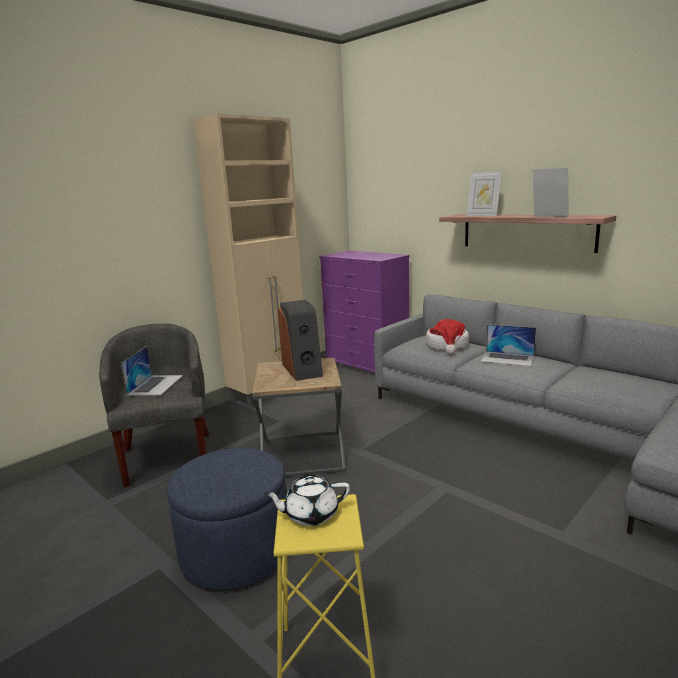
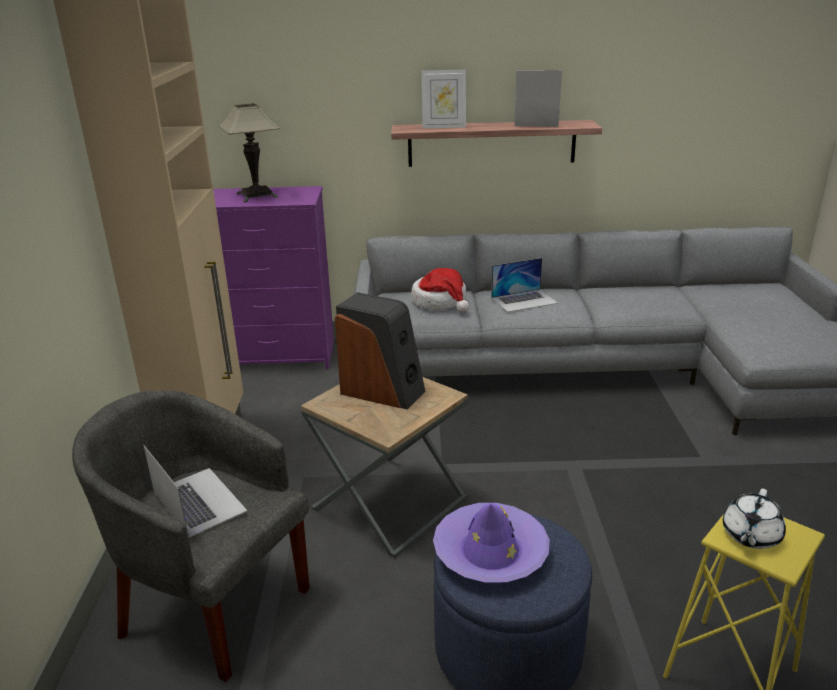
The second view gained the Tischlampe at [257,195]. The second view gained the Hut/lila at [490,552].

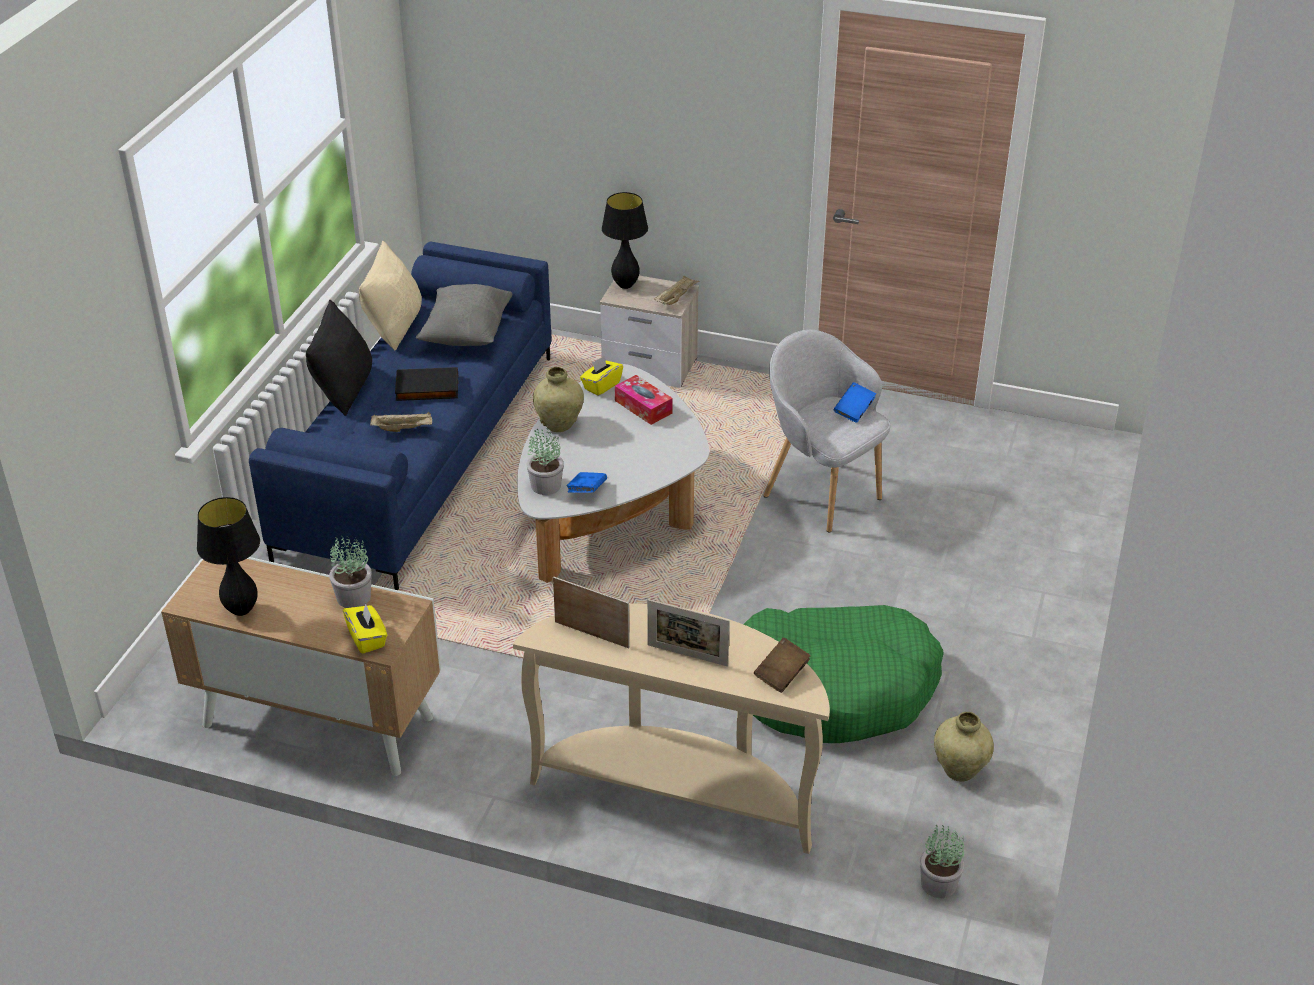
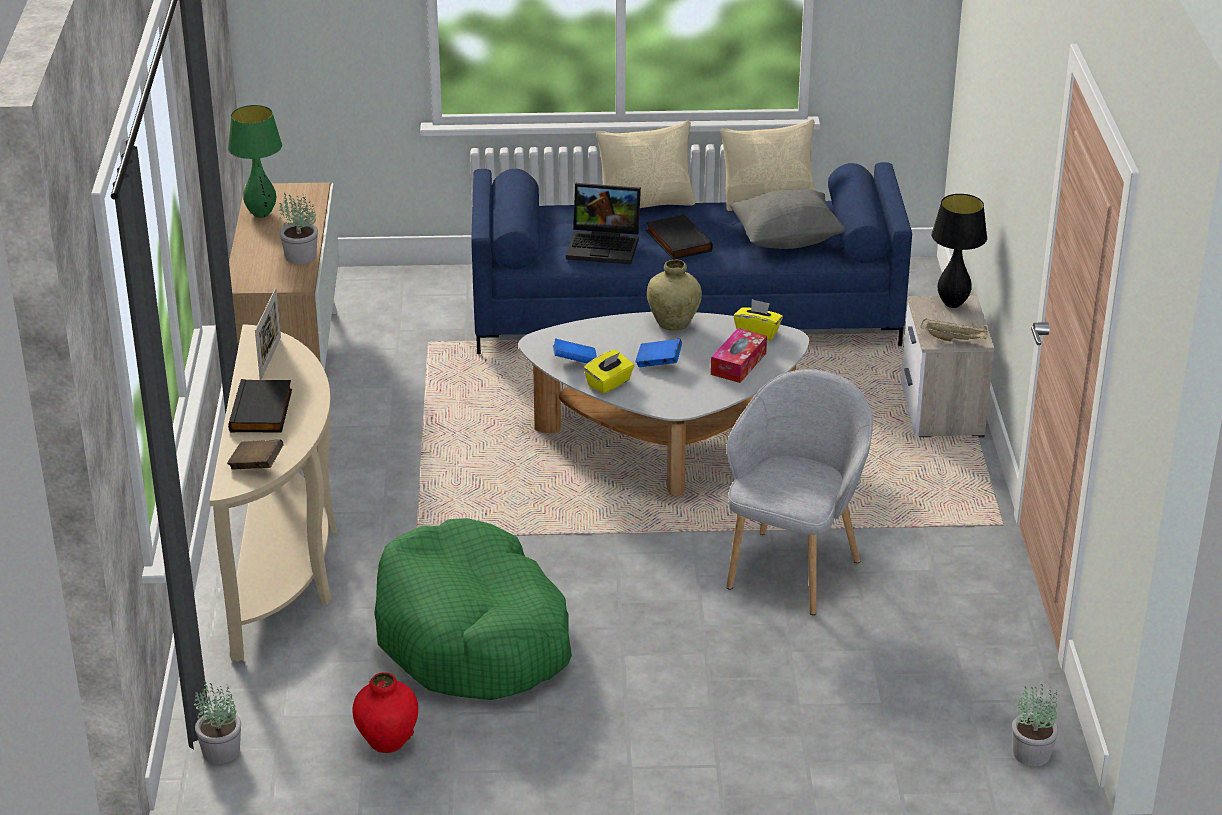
What was the Tischlampe/schwarz at [241,610] turned into the Tischlampe/grün at [261,214]. What was the Kissen/schwarz at [344,389] turned into the Kissen/beige at [647,203]. The Taschentuchbox/gelb ended up elsewhere, having gone from [367,638] to [609,383]. Where the Tablett/beige stood at [403,428], the Laptop came to stand at [605,245]. The Topfpflanze ended up elsewhere, having gone from [545,485] to [1032,753]. Where the Bilderrahmen stood at [687,655], the Buch/schwarz came to stand at [263,411]. The Buch/blau ended up elsewhere, having gone from [854,411] to [658,363]. What was the Vase/beige at [959,770] turned into the Vase/rot at [387,742].

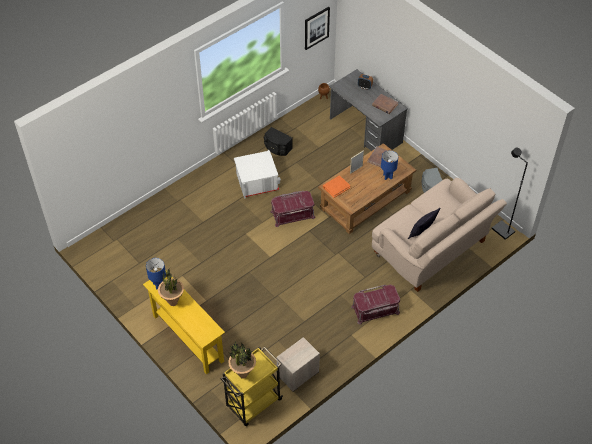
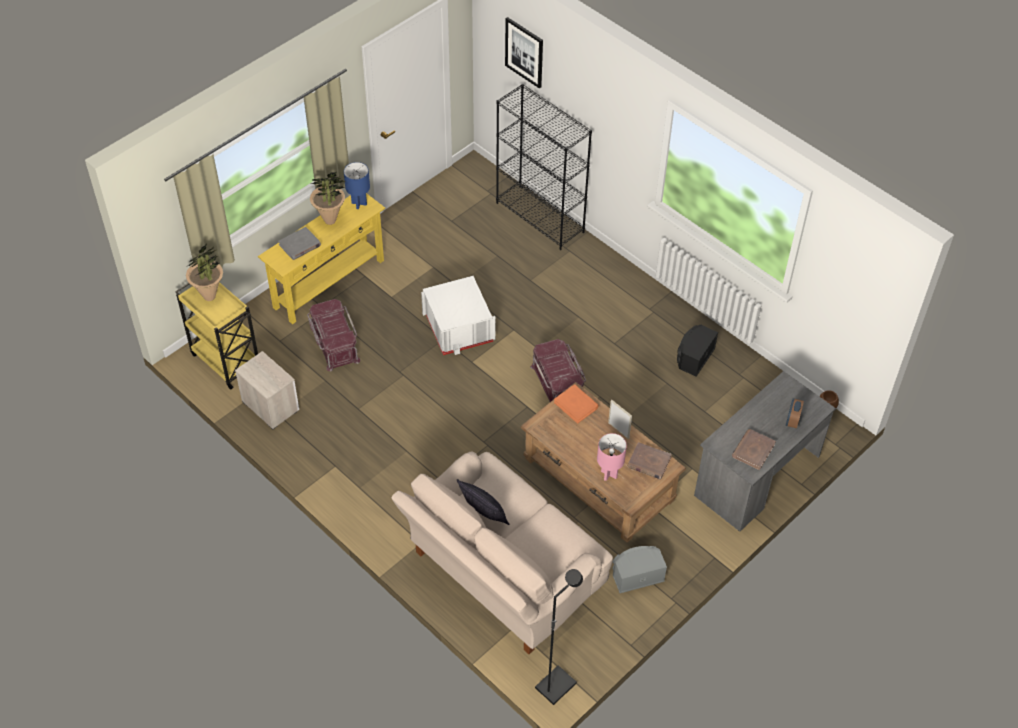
The Aufbewahrungsbox/weiß ended up elsewhere, having gone from [256,182] to [459,328]. The Bild ended up elsewhere, having gone from [316,28] to [524,52]. The Aufbewahrungsbox/rot ended up elsewhere, having gone from [375,310] to [334,344]. What was the Tischlampe/blau at [387,176] turned into the Tischlampe/rosa at [609,474]. The second view gained the Buch/grau at [300,245]. The second view gained the Bücherregal/schwarz at [540,217].

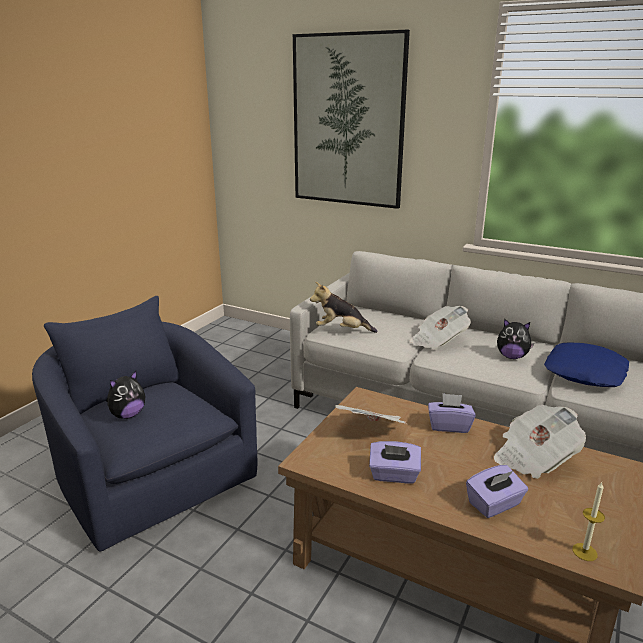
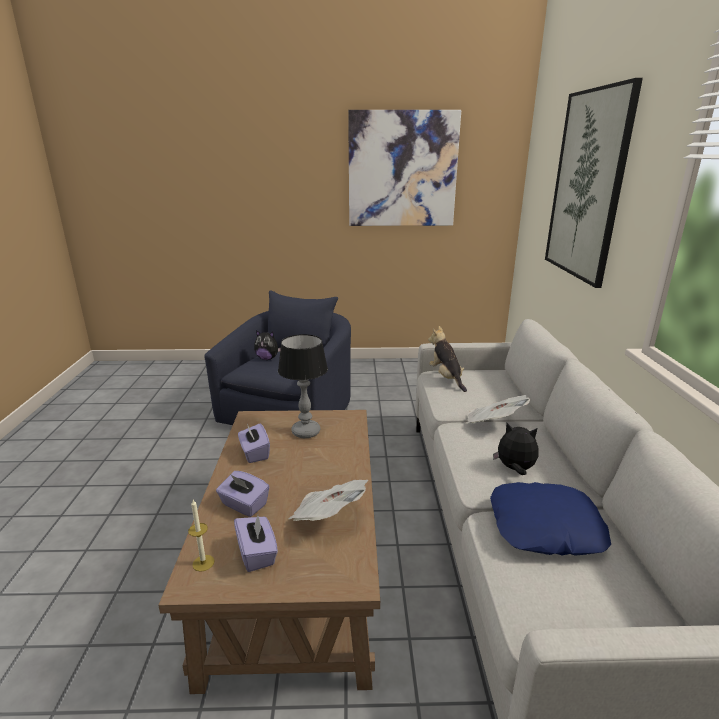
Where the Zeitung stood at [373,431], the Tischlampe came to stand at [306,432]. The Taschentuchbox/lila ended up elsewhere, having gone from [449,426] to [257,554]. The Plüschtier at [512,356] ended up facing another way, 120 degrees clockwise from before. The second view gained the Bild at [402,170].

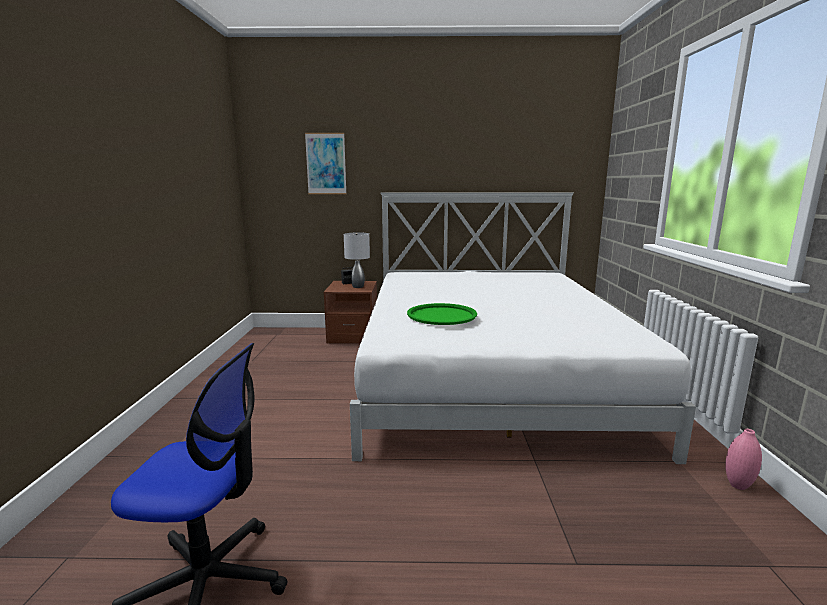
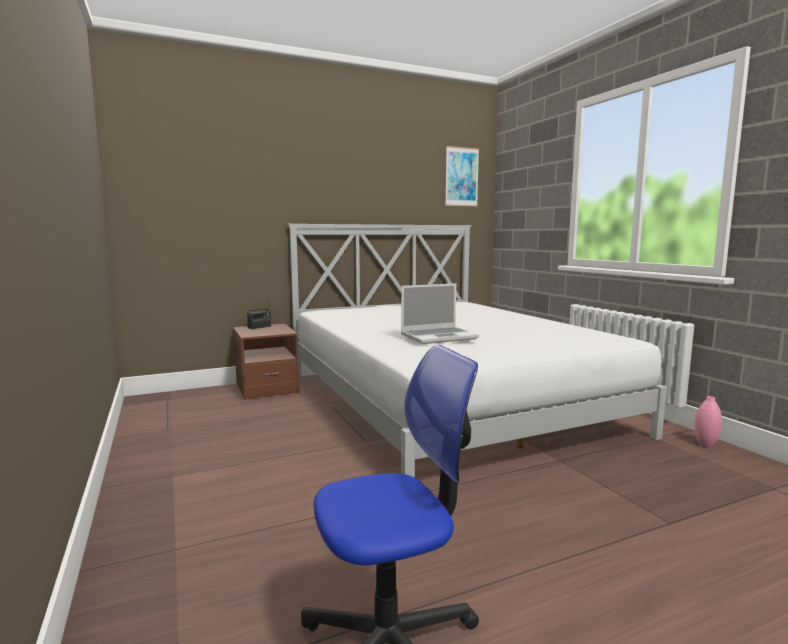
The Bild ended up elsewhere, having gone from [326,164] to [461,177]. The second view lost the Tischlampe/grau at [358,286]. Where the Tablett/grün stood at [441,315], the Laptop came to stand at [439,337].

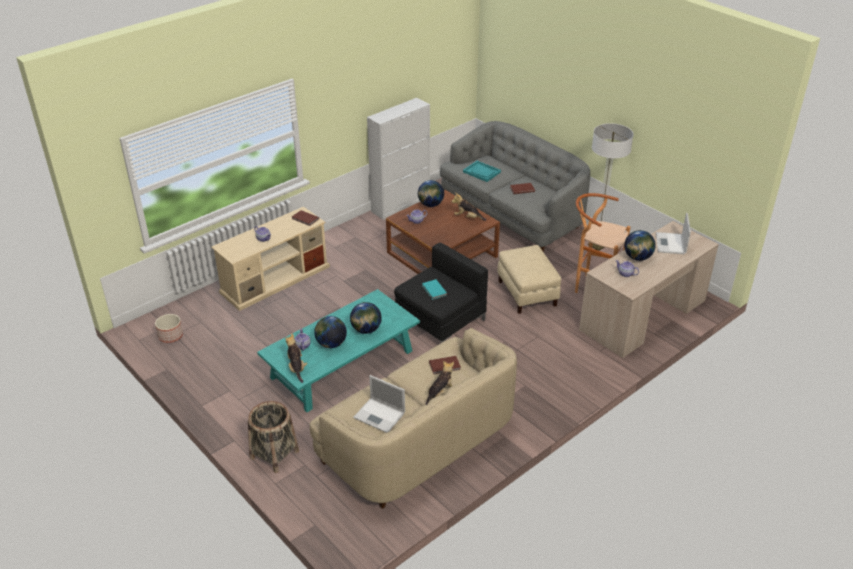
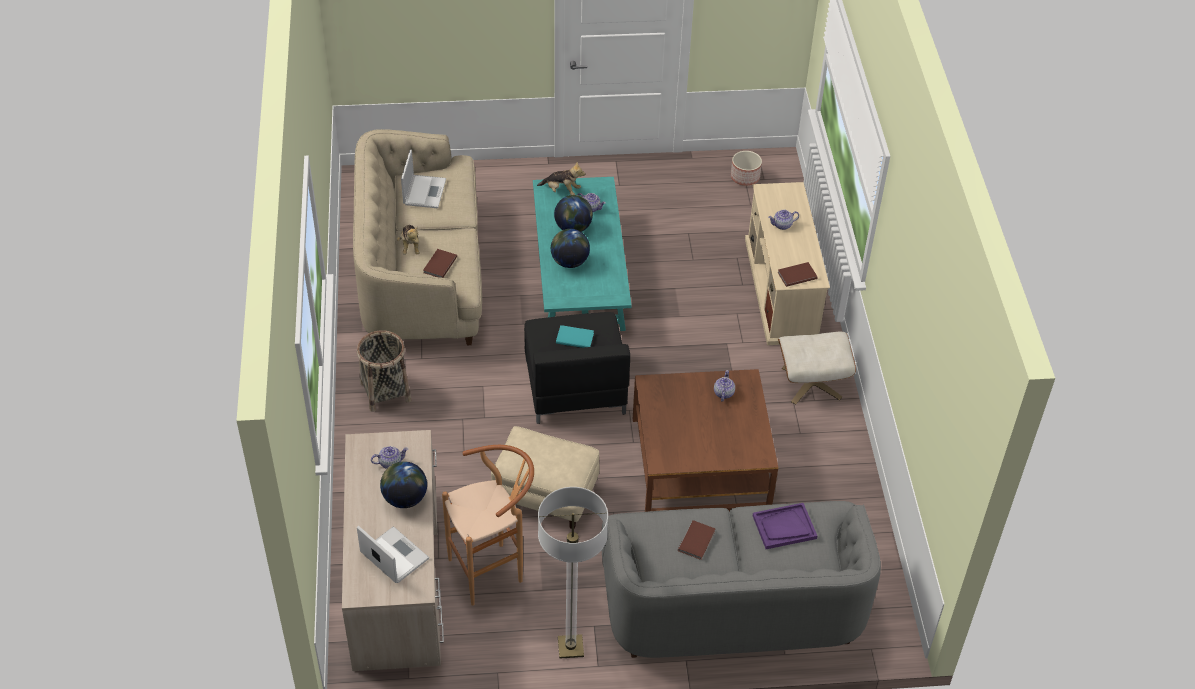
The Korb ended up elsewhere, having gone from [274,454] to [385,391]. The Laptop at [380,415] ended up facing another way, 120 degrees clockwise from before. The second view lost the Schrank/weiß at [401,204]. The second view lost the Globus at [430,204]. The second view lost the Plüschtier at [467,217]. What was the Tablett/türkis at [482,172] turned into the Tablett/lila at [784,527]. The second view gained the Polsterhocker/beige at [811,382].

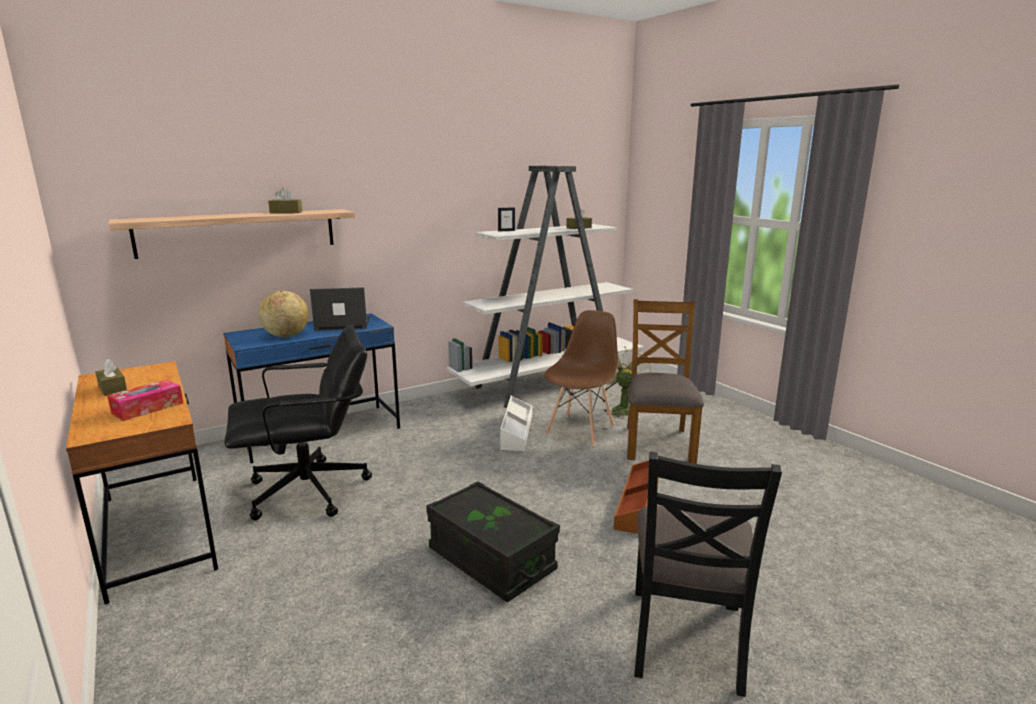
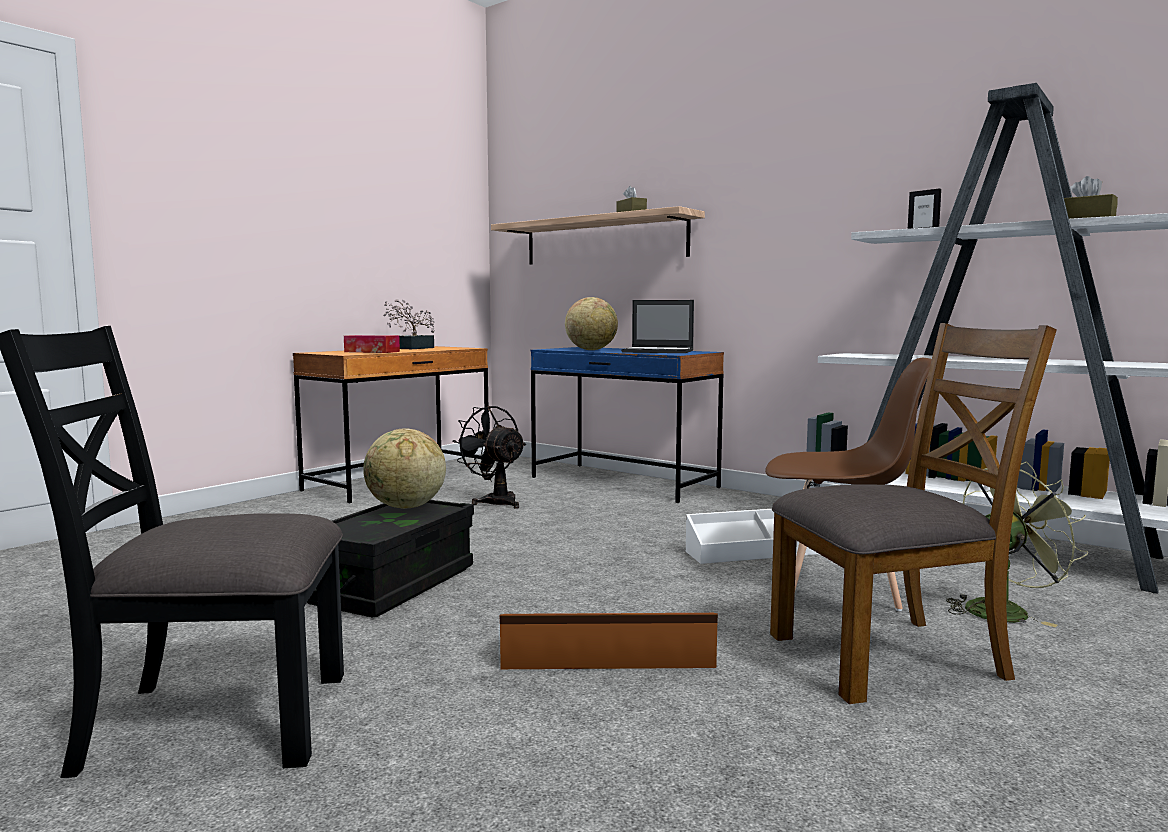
Where the Taschentuchbox/braun stood at [112,388], the Topfpflanze came to stand at [410,348]. Where the Bürostuhl/schwarz stood at [310,491], the Ventilator/schwarz came to stand at [495,501]. The Laptop at [342,324] ended up facing another way, 135 degrees clockwise from before. The second view gained the Globus at [406,507].

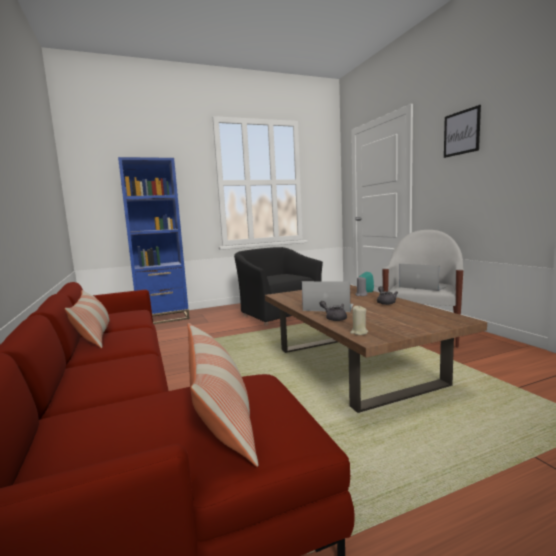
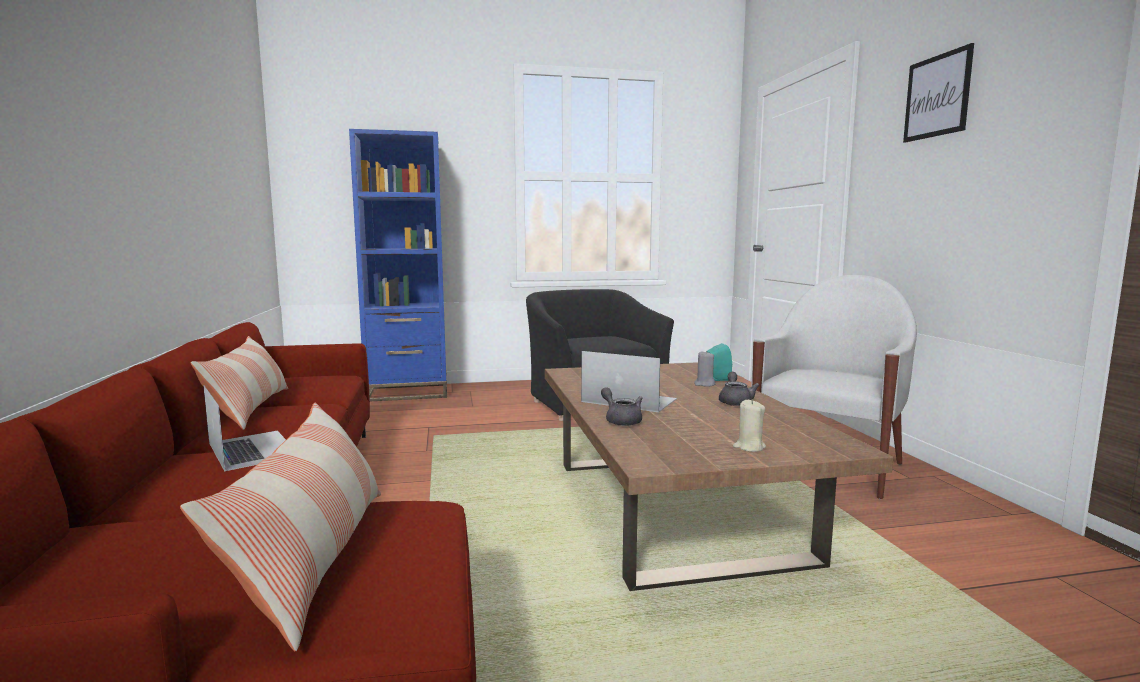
The Kerze/beige ended up elsewhere, having gone from [359,332] to [749,447]. The Laptop ended up elsewhere, having gone from [422,286] to [252,449].

